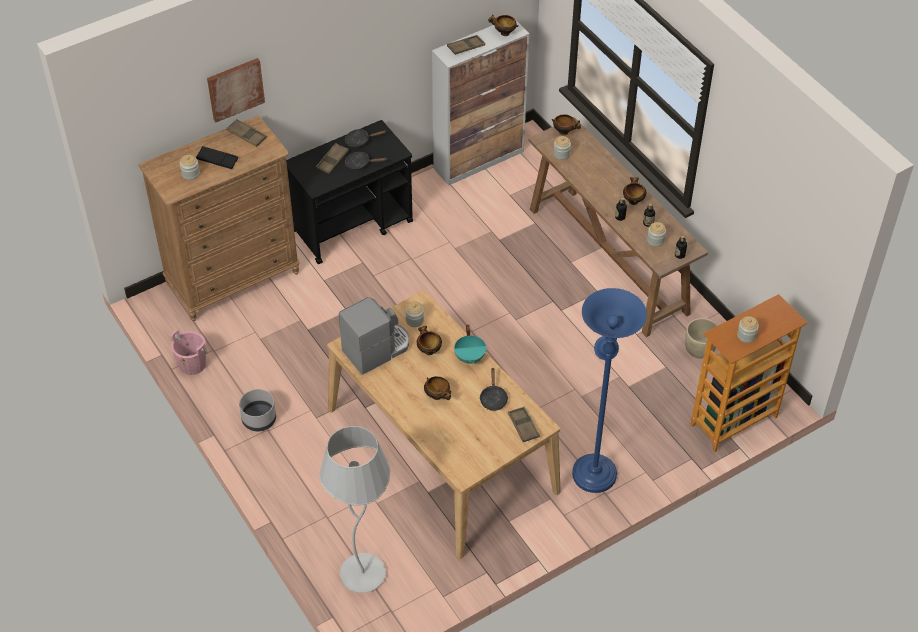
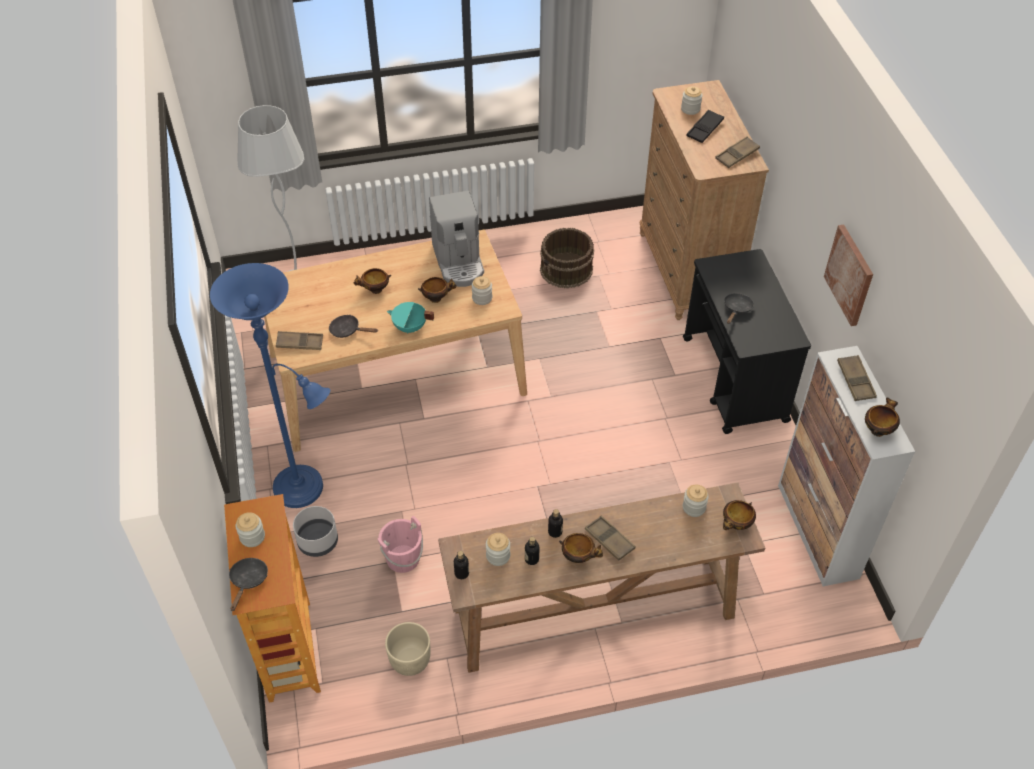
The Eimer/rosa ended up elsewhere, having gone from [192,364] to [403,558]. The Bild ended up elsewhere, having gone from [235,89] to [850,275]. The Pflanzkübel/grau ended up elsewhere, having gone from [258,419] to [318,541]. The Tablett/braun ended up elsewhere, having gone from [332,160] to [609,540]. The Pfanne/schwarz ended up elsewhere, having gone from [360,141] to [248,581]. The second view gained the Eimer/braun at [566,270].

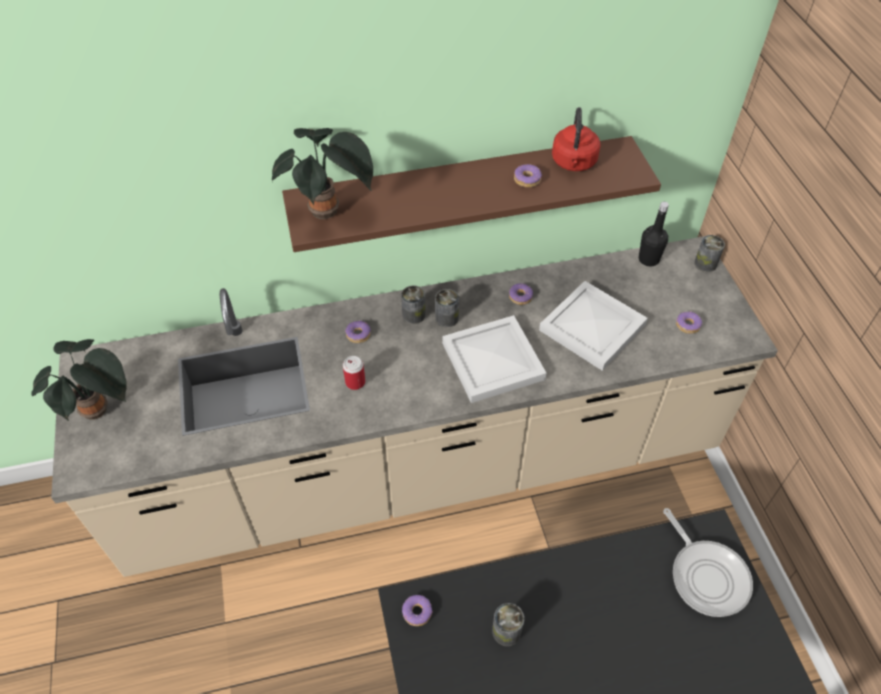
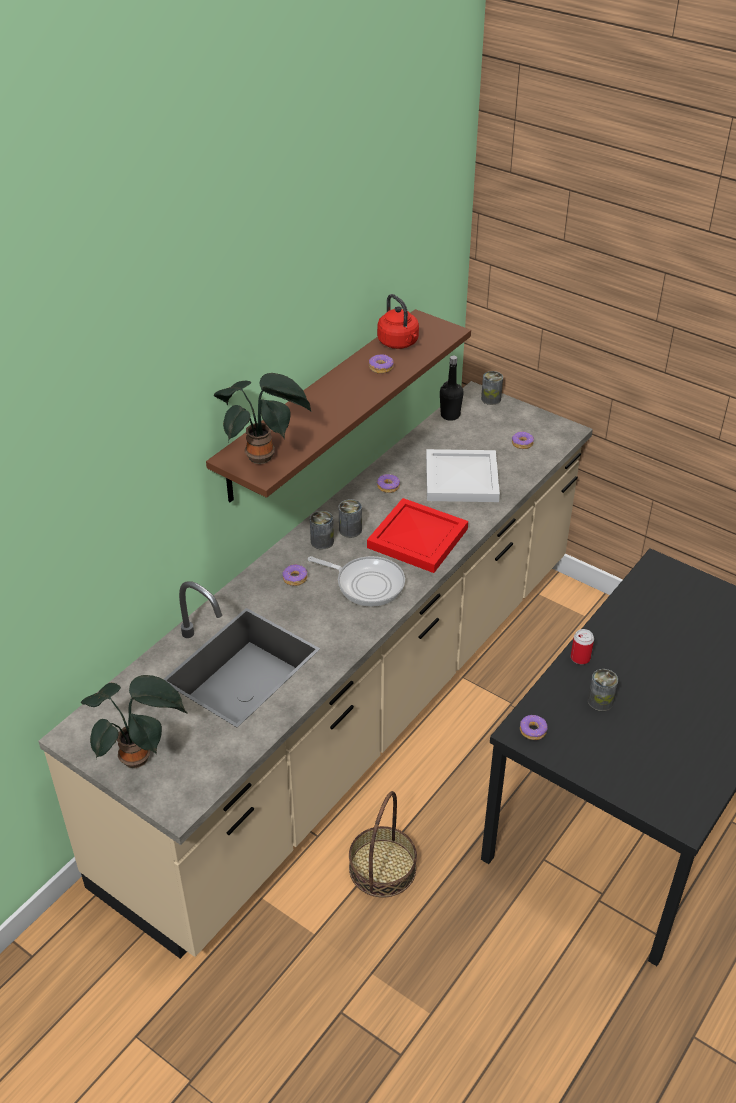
The Dose ended up elsewhere, having gone from [355,382] to [580,658]. What was the Tablett/weiß at [492,362] turned into the Tablett/rot at [418,539]. The Pfanne ended up elsewhere, having gone from [706,575] to [366,584]. The second view gained the Korb at [382,868].

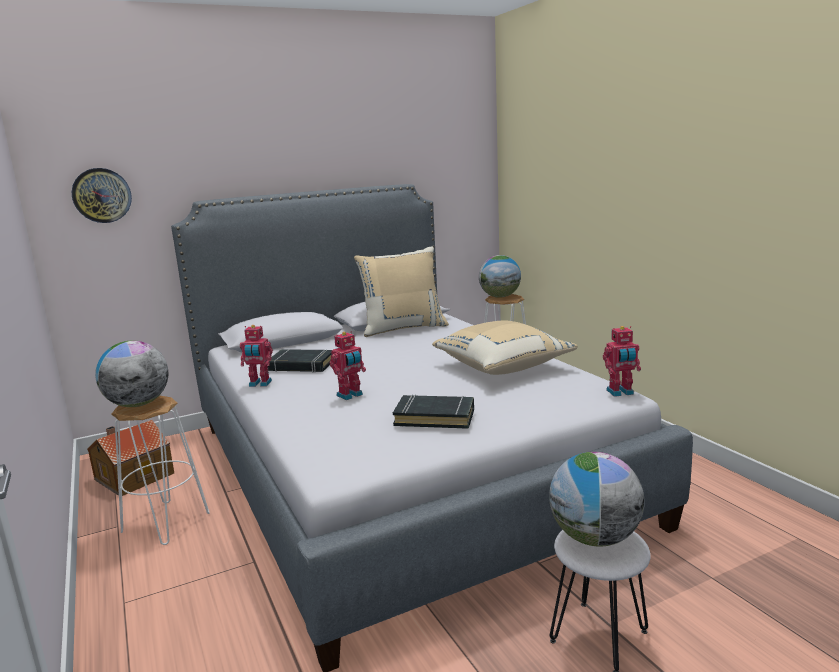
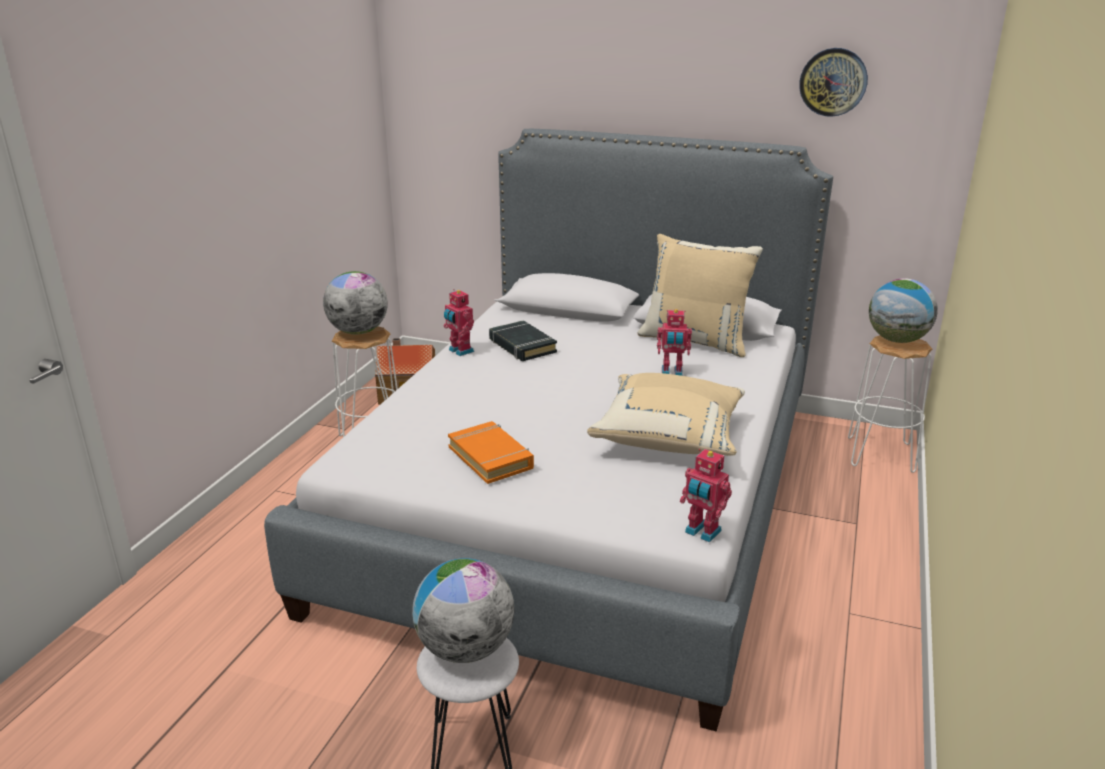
The Wanduhr ended up elsewhere, having gone from [102,195] to [833,82]. The Spielzeugroboter ended up elsewhere, having gone from [350,395] to [672,373]. What was the Buch/schwarz at [435,417] turned into the Buch/orange at [491,457].

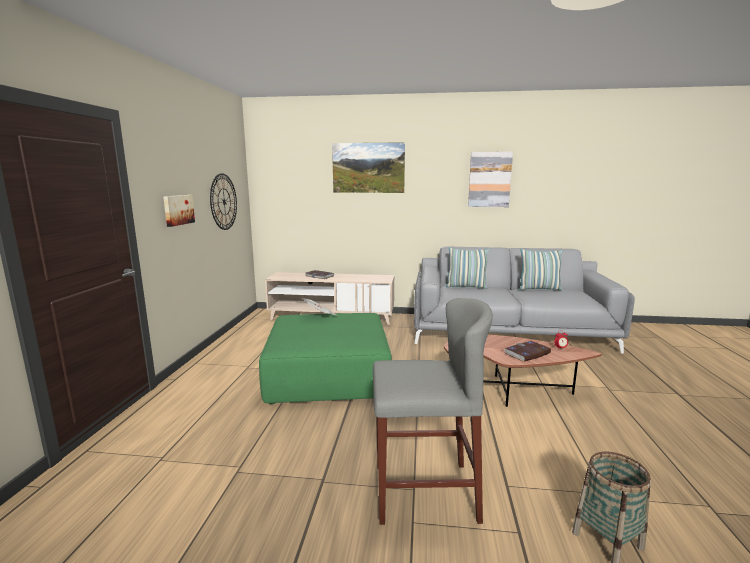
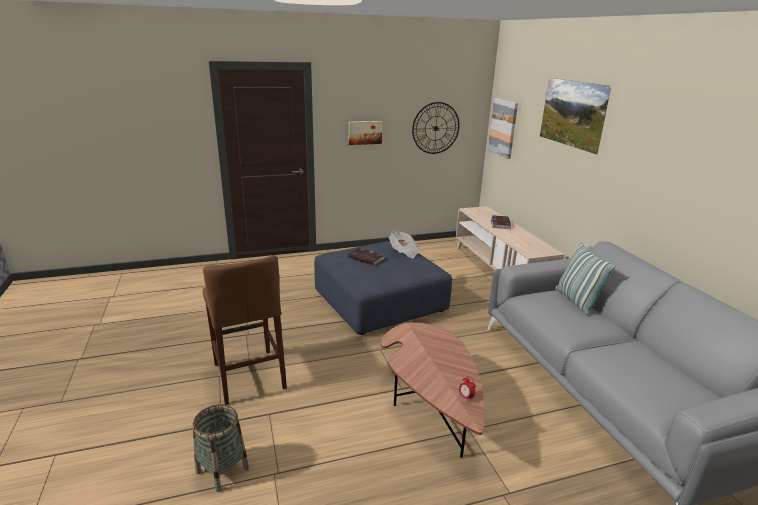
What was the Polsterhocker/grün at [327,374] turned into the Polsterhocker/blau at [379,300]. What was the Hocker/grau at [424,492] turned into the Hocker/braun at [249,375]. The Bild ended up elsewhere, having gone from [489,179] to [503,128]. The Buch ended up elsewhere, having gone from [527,353] to [366,258]. The second view lost the Kissen at [539,289].

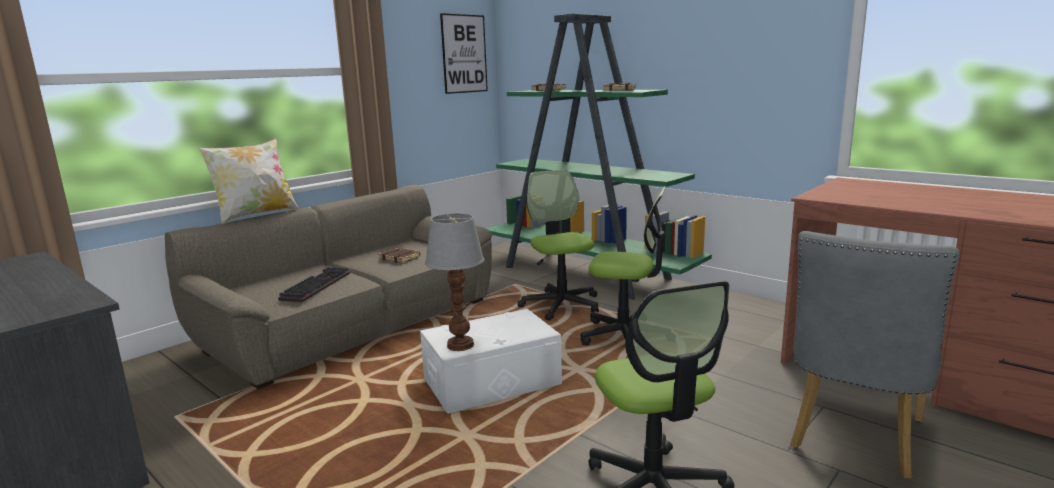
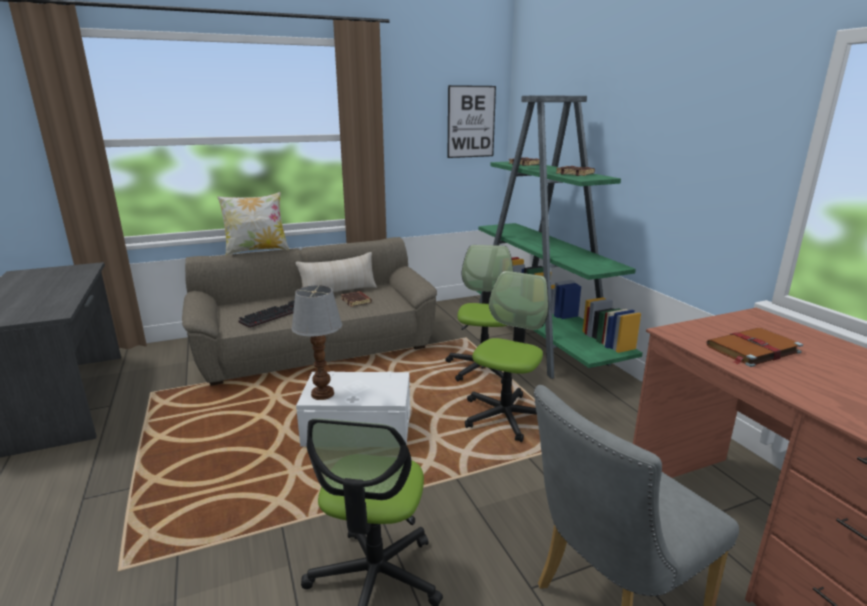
The Bürostuhl at [625,337] ended up facing another way, 105 degrees counterclockwise from before. The second view gained the Kissen/beige at [339,292]. The second view gained the Buch/braun at [752,349].

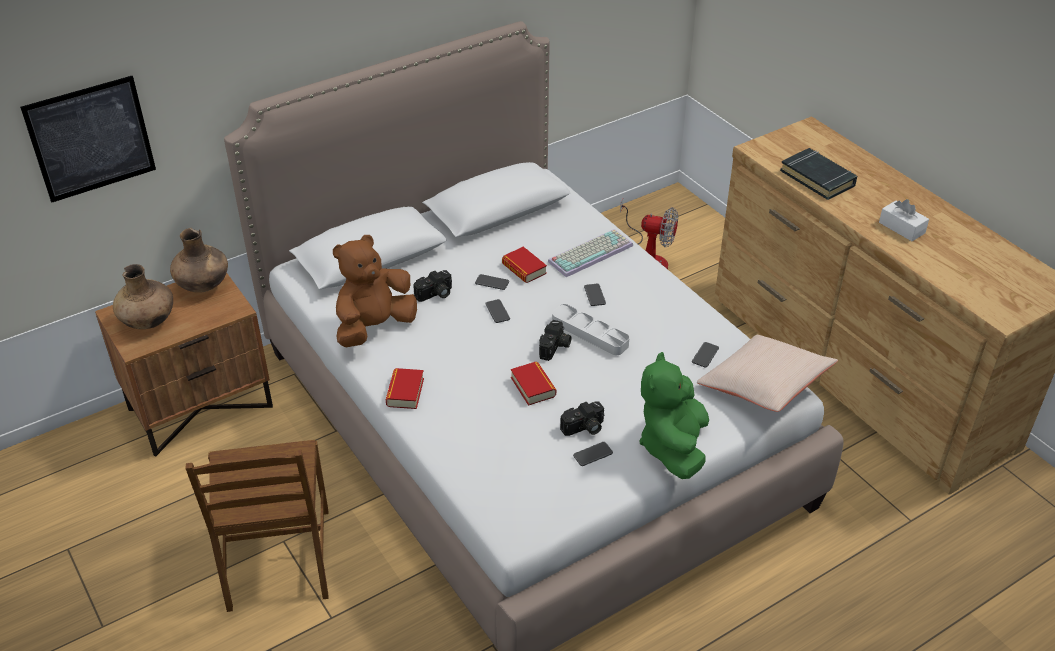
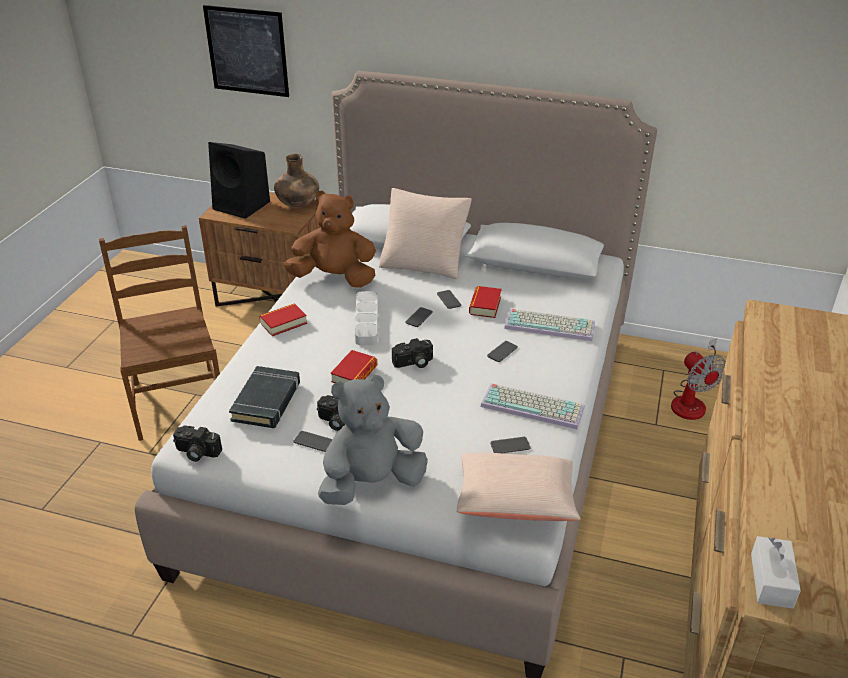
Where the Vase/braun stood at [148,321], the Lautsprecher/schwarz came to stand at [243,205]. The Stuhl/braun at [278,560] ended up facing another way, 120 degrees clockwise from before. The Kamera ended up elsewhere, having gone from [435,294] to [196,453]. The Tablett/grau ended up elsewhere, having gone from [590,333] to [366,321]. What was the Plüschtier/grün at [673,447] turned into the Plüschtier/grau at [372,483]. The Buch/schwarz ended up elsewhere, having gone from [818,178] to [267,401]. The Taschentuchbox/weiß ended up elsewhere, having gone from [901,228] to [771,580]. The second view gained the Kissen/beige at [424,262]. The second view gained the Tastatur at [534,406].

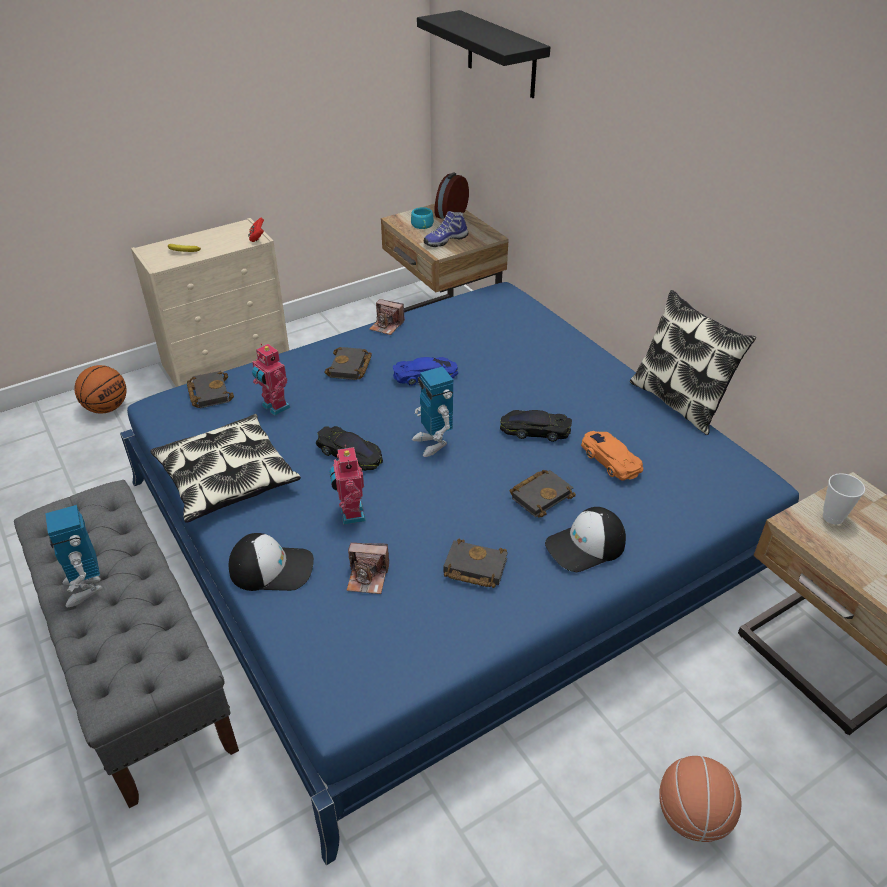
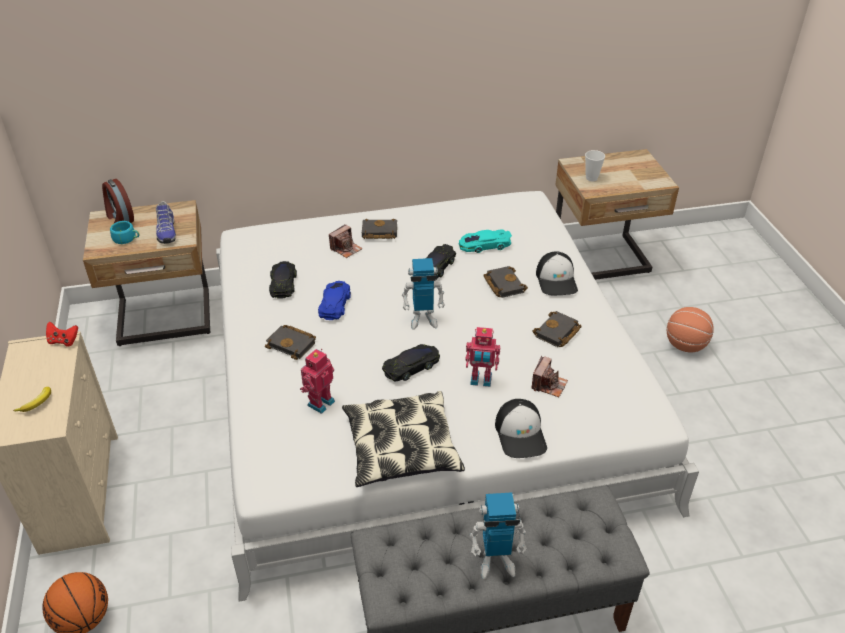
What was the Bett/blau at [442,528] turned into the Bett/weiß at [422,387]. The Buch/schwarz ended up elsewhere, having gone from [208,393] to [378,232]. The Kappe at [272,568] ended up facing another way, 150 degrees clockwise from before. The Spielzeugroboter at [274,407] ended up facing another way, 150 degrees clockwise from before. The Kamera ended up elsewhere, having gone from [386,326] to [346,249]. The second view lost the Wandregal/schwarz at [501,55]. What was the Spielzeugauto/orange at [610,459] turned into the Spielzeugauto/türkis at [484,245]. The second view lost the Kissen at [679,401]. The second view gained the Spielzeugauto/schwarz at [283,283].

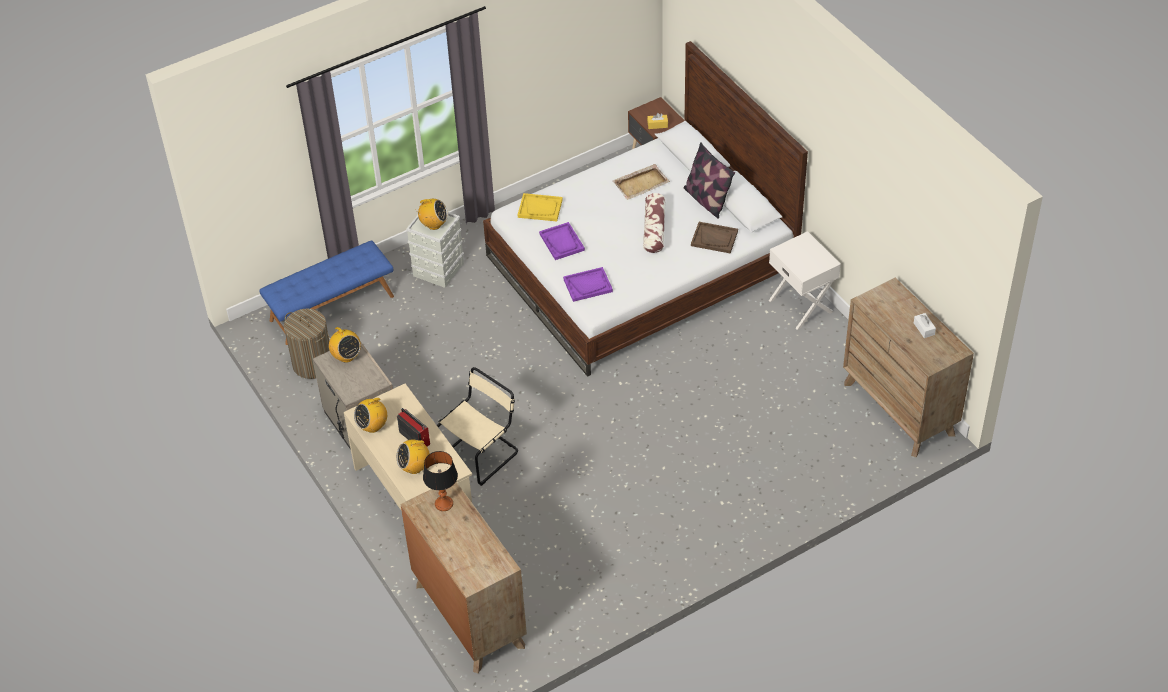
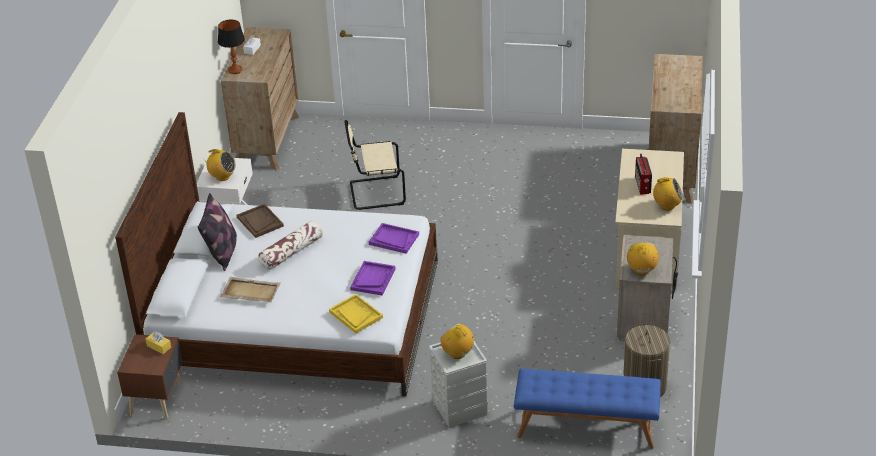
The Radio ended up elsewhere, having gone from [414,467] to [222,177]. The Tischlampe ended up elsewhere, having gone from [443,504] to [235,70]. The Stuhl/beige ended up elsewhere, having gone from [481,453] to [374,193].

